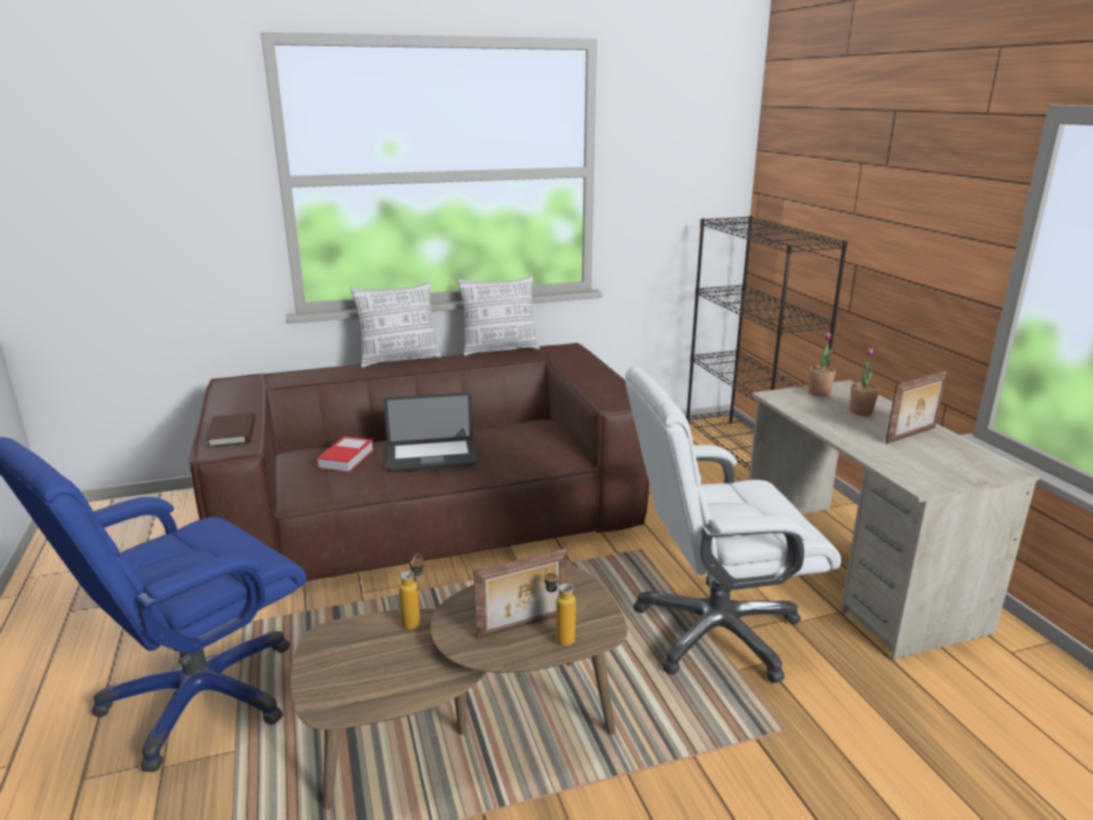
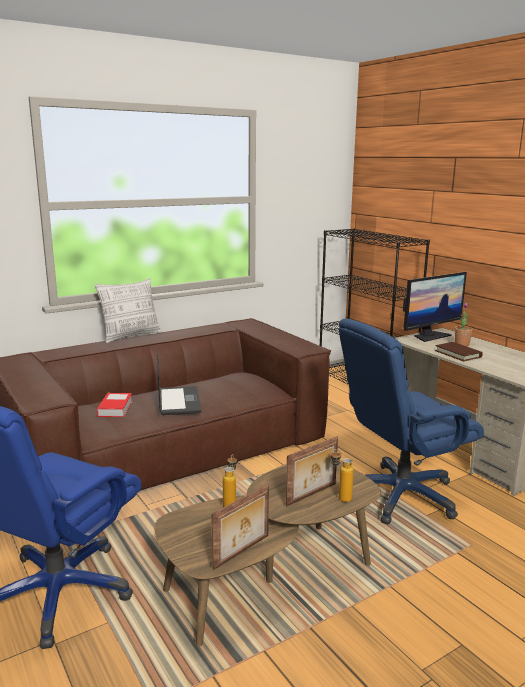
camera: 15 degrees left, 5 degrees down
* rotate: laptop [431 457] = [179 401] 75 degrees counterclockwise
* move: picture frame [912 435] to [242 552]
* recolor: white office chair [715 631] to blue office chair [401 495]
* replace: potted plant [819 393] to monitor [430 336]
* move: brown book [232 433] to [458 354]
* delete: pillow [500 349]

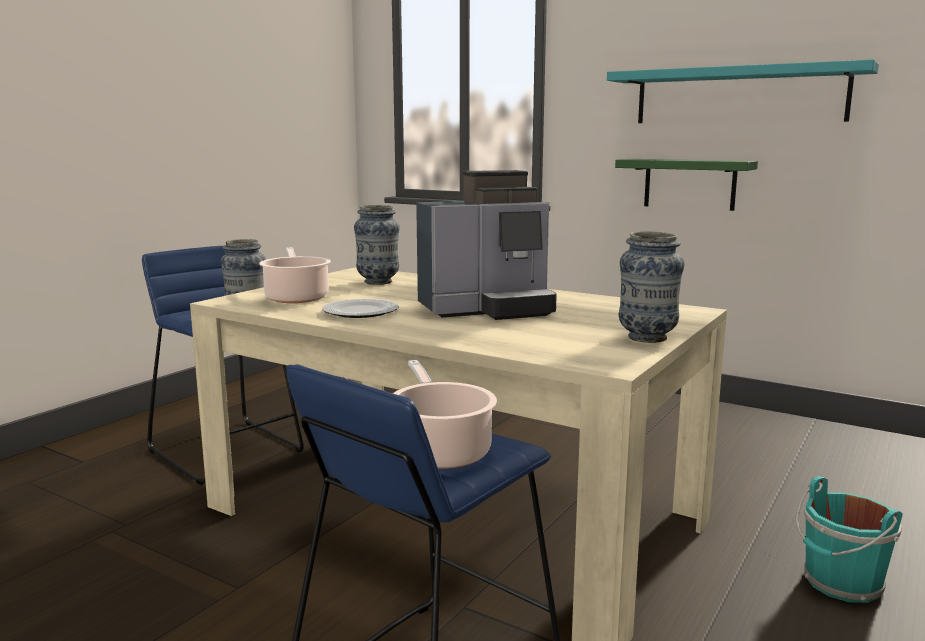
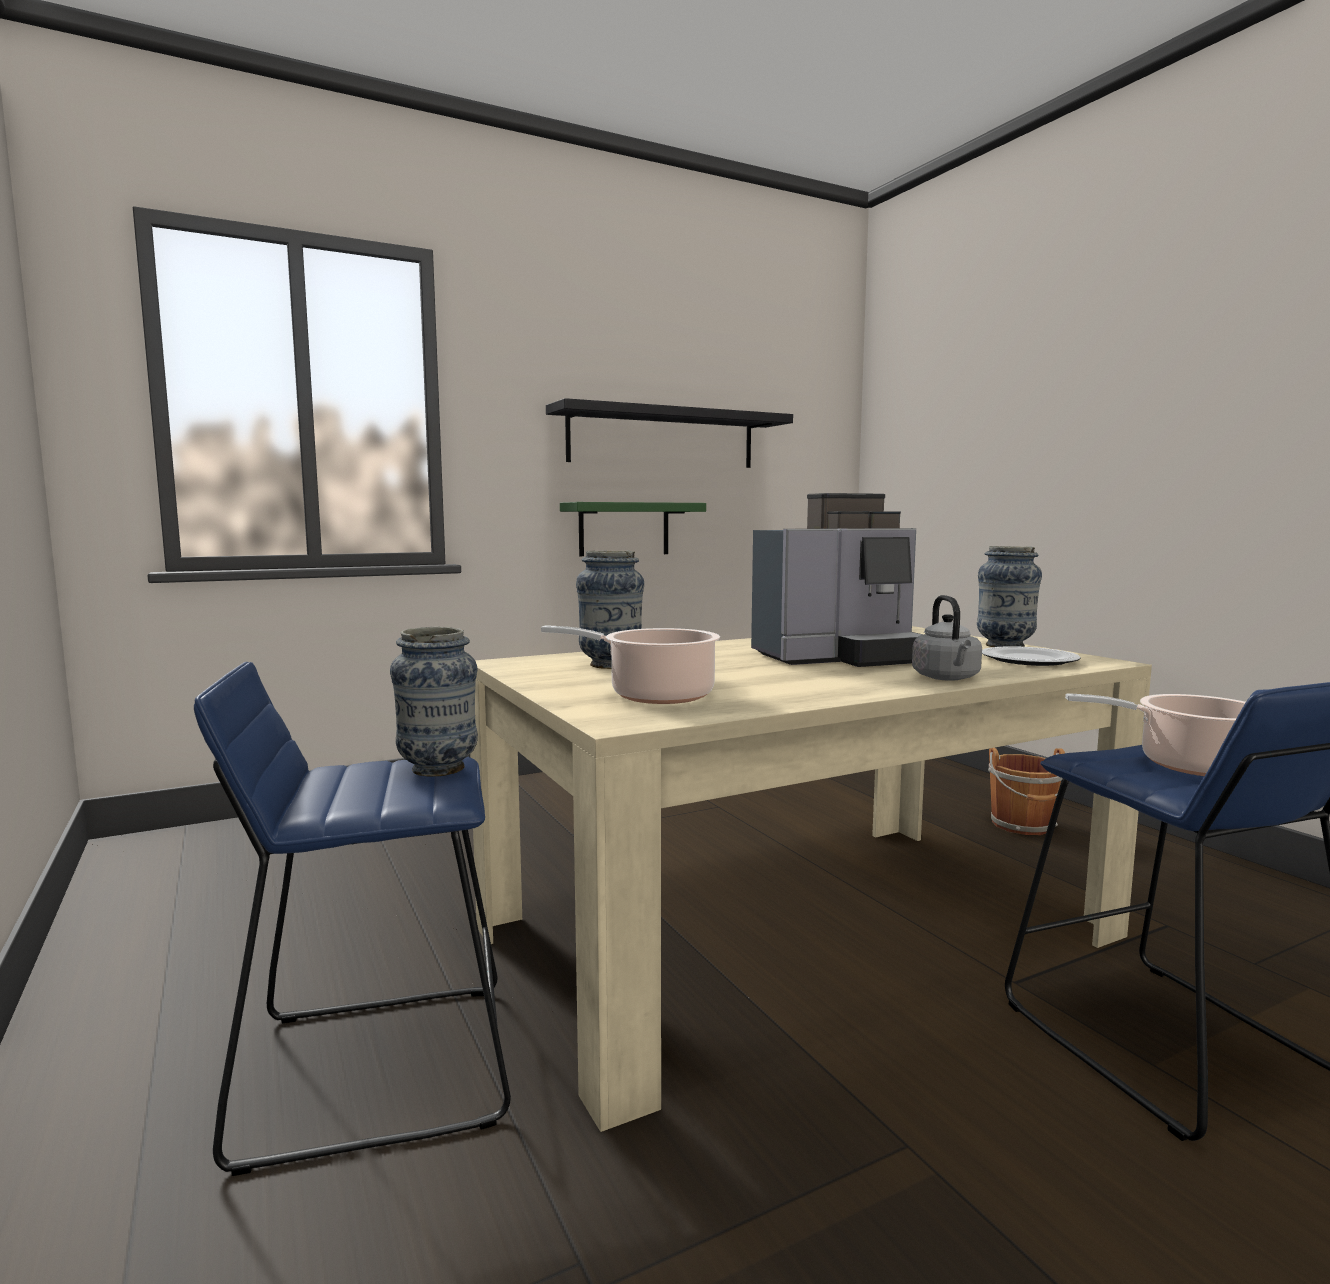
camera: 60 degrees left, 5 degrees down
* recolor: turquoise shelf [738 96] to black shelf [663 438]
* rotate: coffee machine [488 309] = [839 657] 60 degrees clockwise
* insert: grey kettle [947 678]
* move: plate [361 312] to [1029 660]
* recolor: turquoise bucket [841 584] to brown bucket [1023 825]

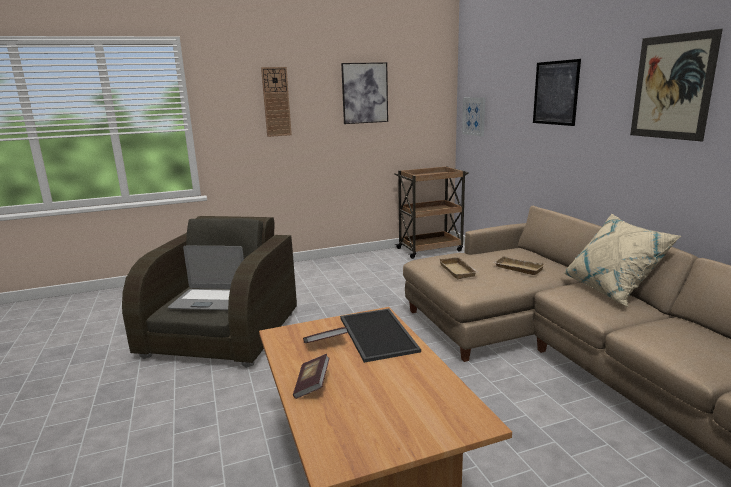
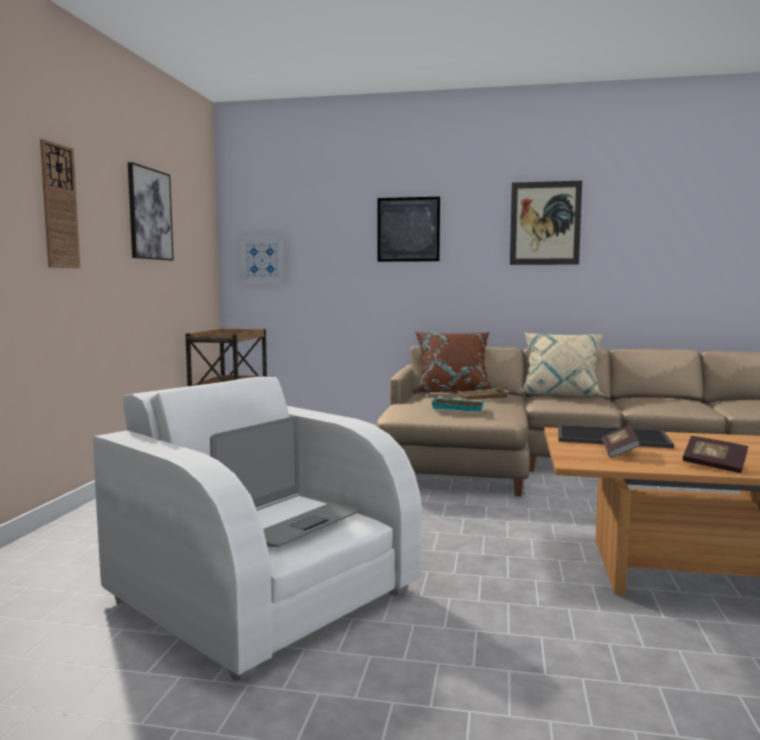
camera: 60 degrees left, 10 degrees down
* recolor: brown armchair [223 333] to white armchair [262 595]
* insert: brown pillow [453 391]
* recolor: beige tray [459 271] to turquoise tray [459 408]

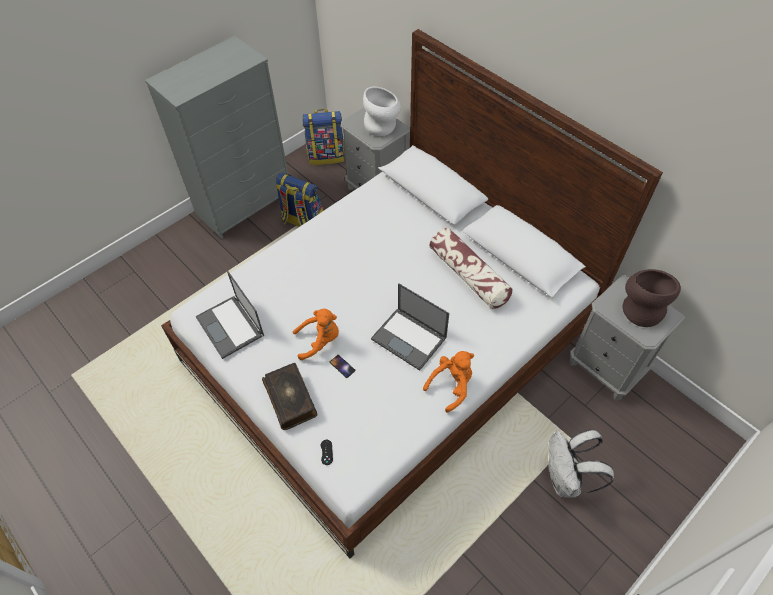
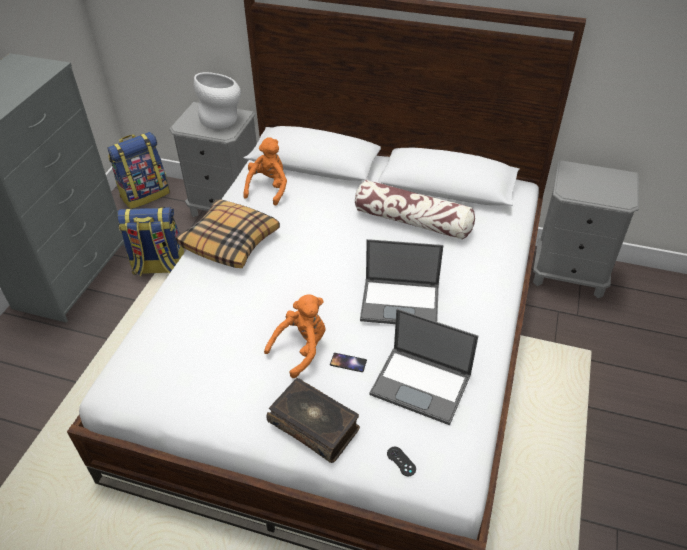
camera: 30 degrees left, 10 degrees down
* insert: pillow [230 241]
* move: orange plush toy [451 386] to [268 188]
* move: laptop [230 327] to [422 384]
* delete: white backpack [565 479]
* delete: brown vase [641 308]

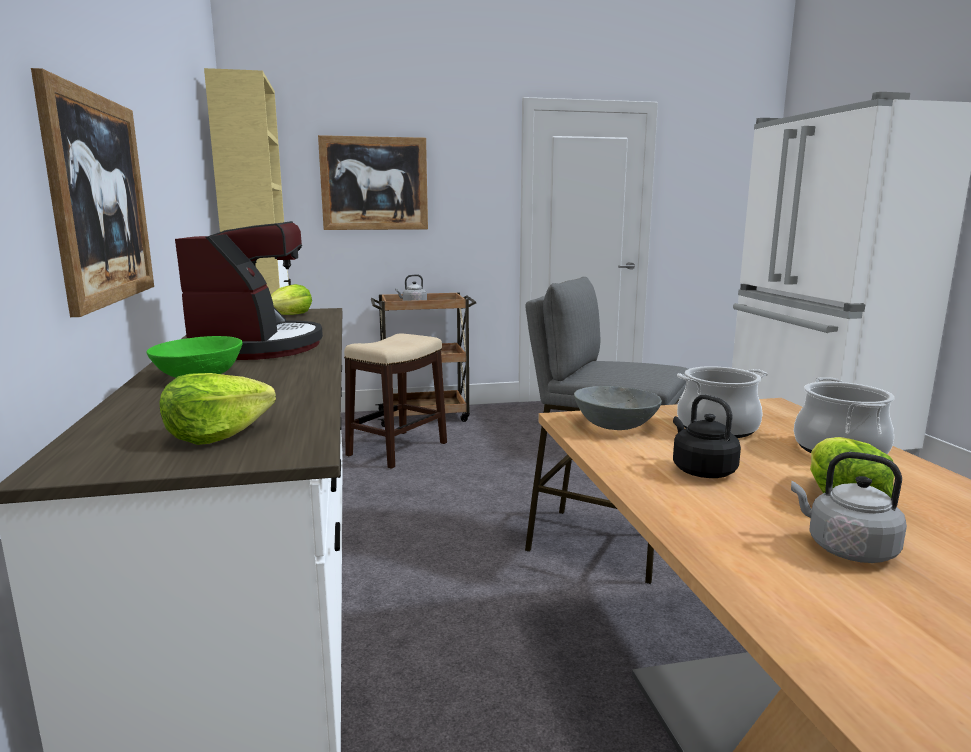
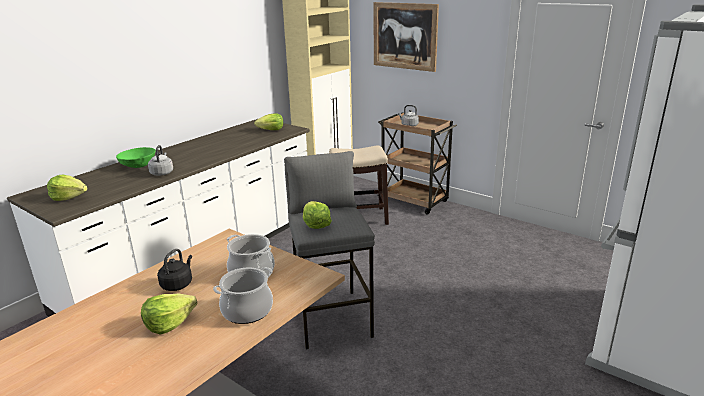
camera: 50 degrees right, 10 degrees up
* move: grey kettle [846 549] to [162 173]
* insert: lettuce [316 224]
* delete: picture [100 200]
* delete: coffee machine [256 347]
* delete: grey bowl [615 426]

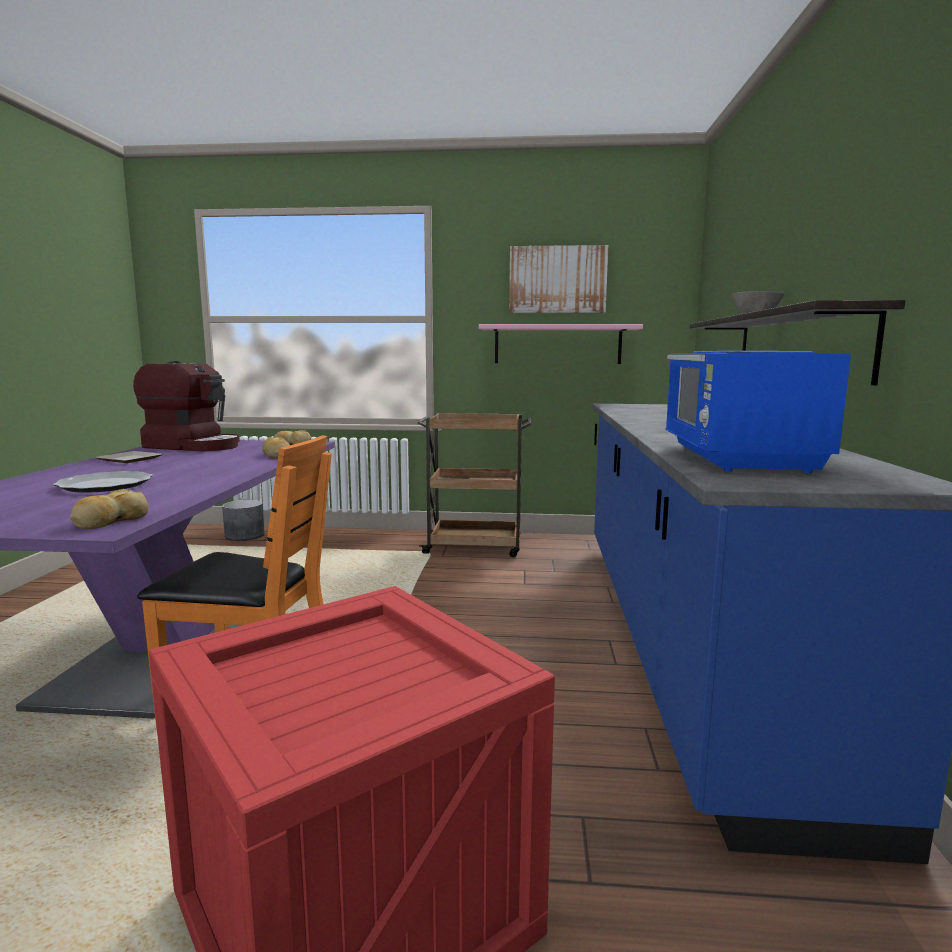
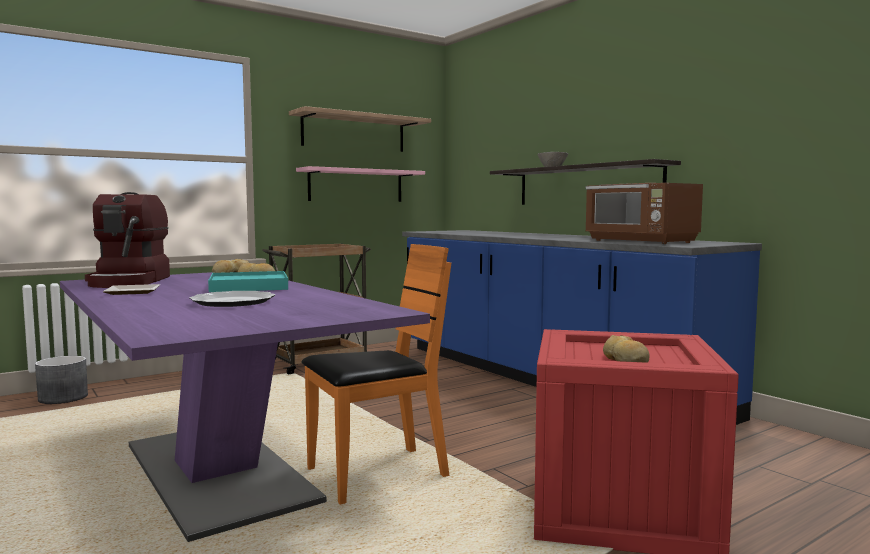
camera: 40 degrees left, 5 degrees down
* rotate: coffee machine [194 446] = [130 281] 105 degrees clockwise
* insert: turquoise tray [248 286]
* replace: picture [557 280] to shelf [354 133]
* recolor: blue microwave [737 458] to brown microwave [641 241]
* move: bread [110 521] to [625 360]

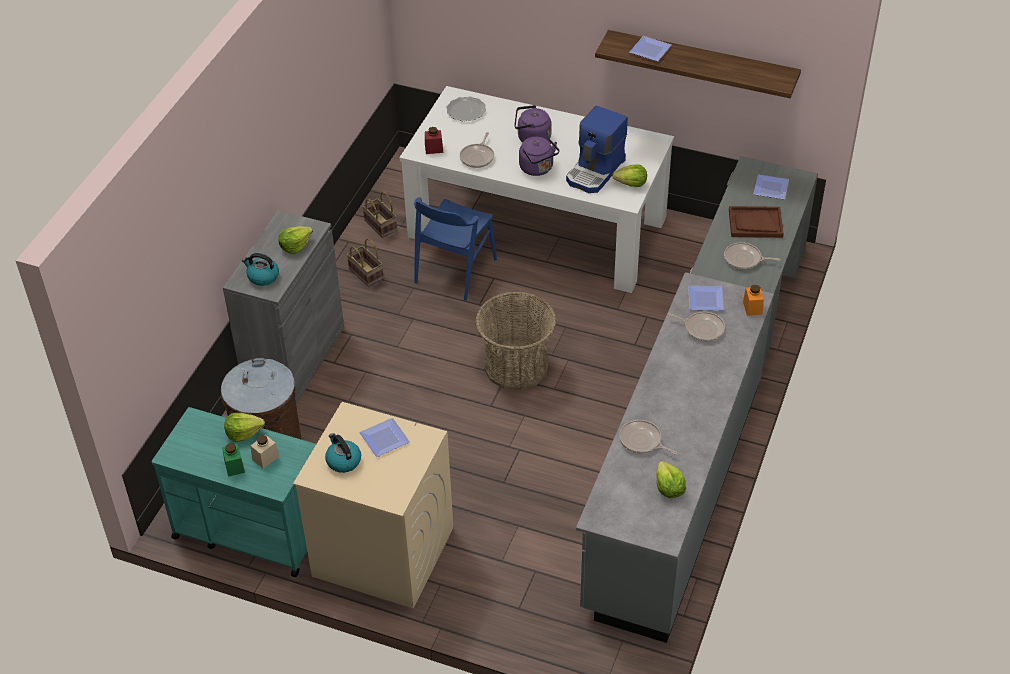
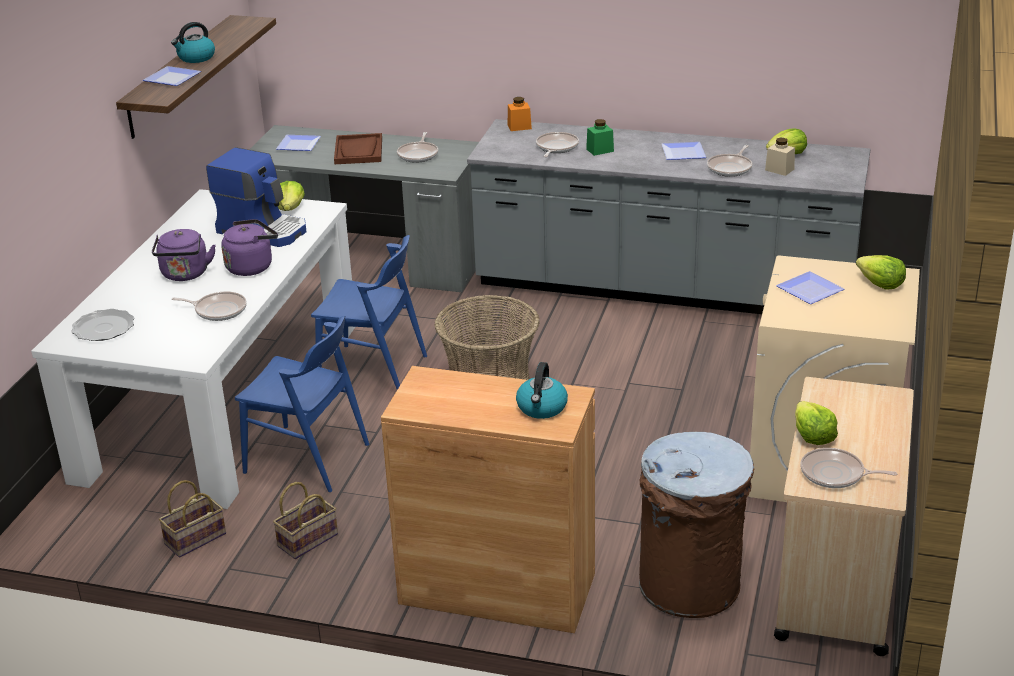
camera: 95 degrees left, 15 degrees down
* move: kettle [343 461] to [196 58]
* insert: blue chair [373 370]
* recolor: grey cabinet [294 358] to brown cabinet [497 588]
* move: green jar [234 466] to [600 150]
* move: plate [704 300] to [685 154]
* move: beige jar [265 458] to [779 169]
* recolor: turquoise cart [249 530] to beige cart [837 582]
* insert: frying pan [835 474]
* move: lettuce [295 246] to [880 284]
* delete: red jar [434 149]

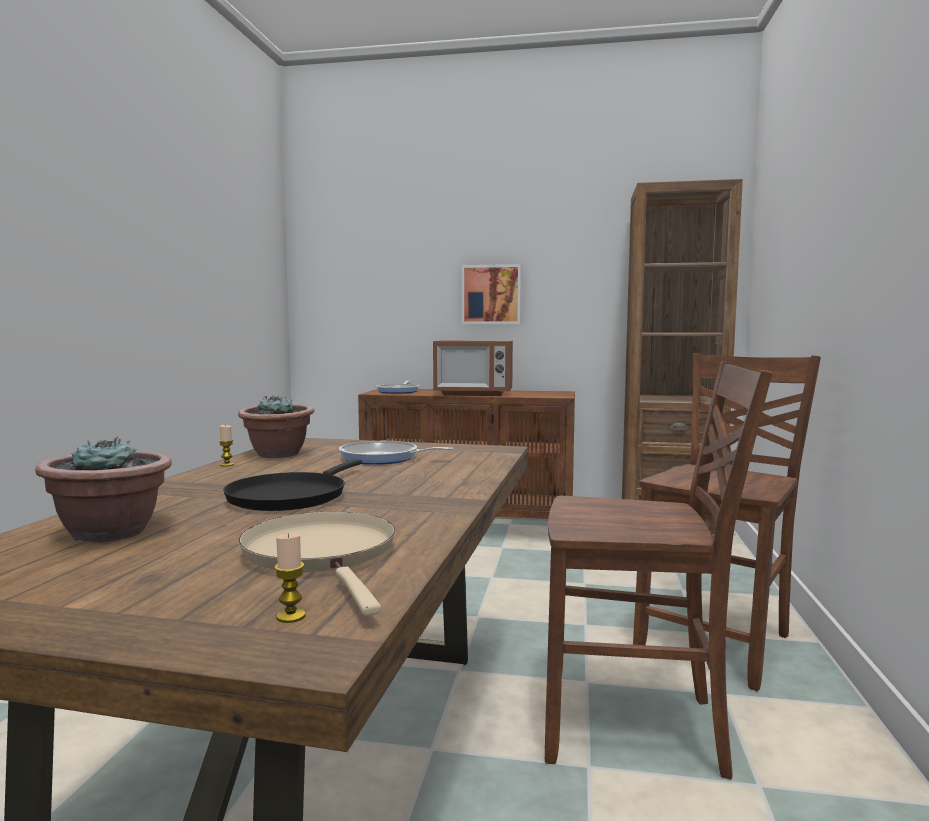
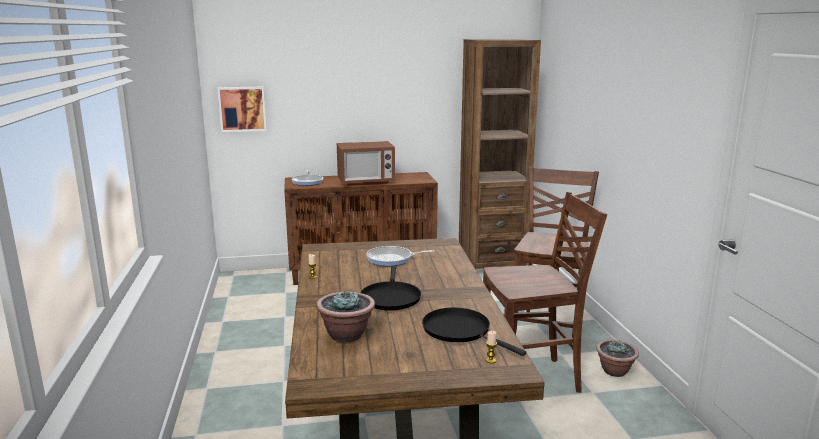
camera: 20 degrees left, 10 degrees up
* move: picture [491 294] to [242 109]
* recolor: beige frying pan [323 554] to black frying pan [460 331]
* move: potted plant [278 454] to [615 371]

